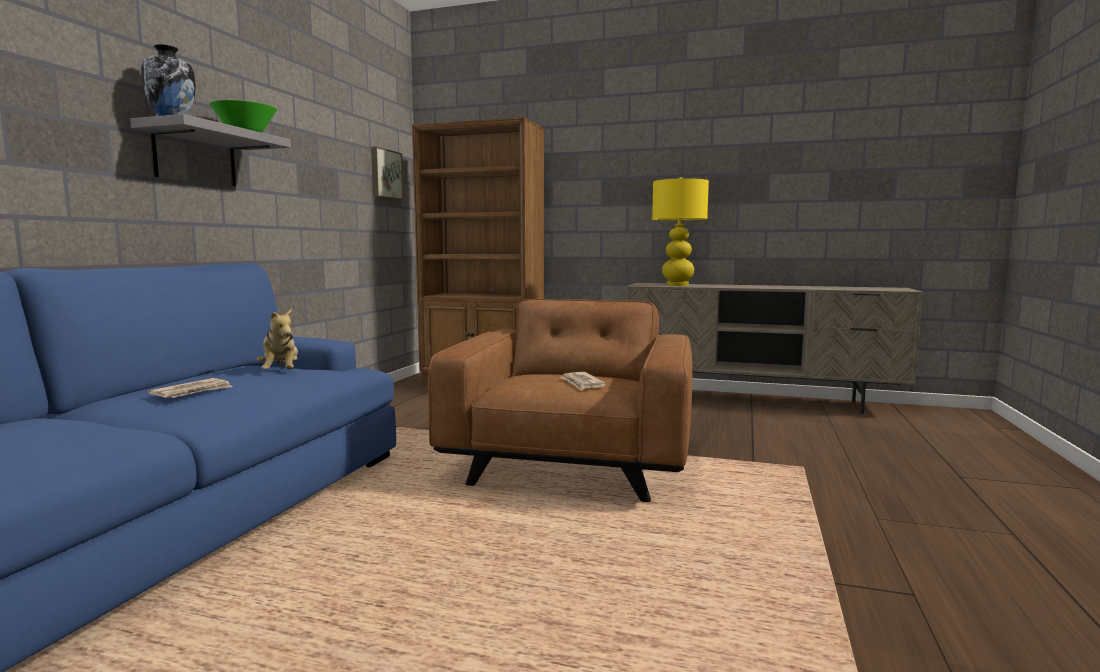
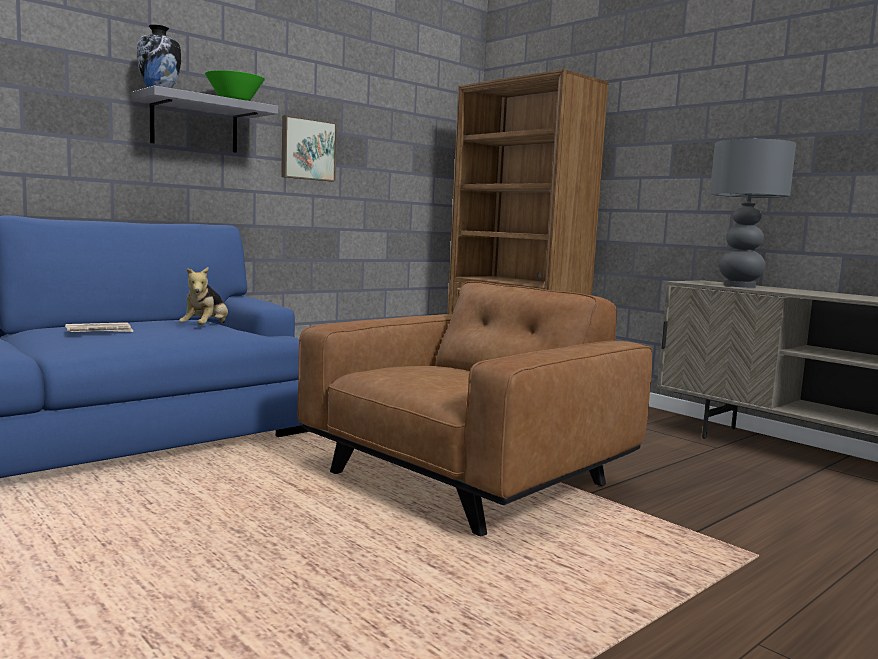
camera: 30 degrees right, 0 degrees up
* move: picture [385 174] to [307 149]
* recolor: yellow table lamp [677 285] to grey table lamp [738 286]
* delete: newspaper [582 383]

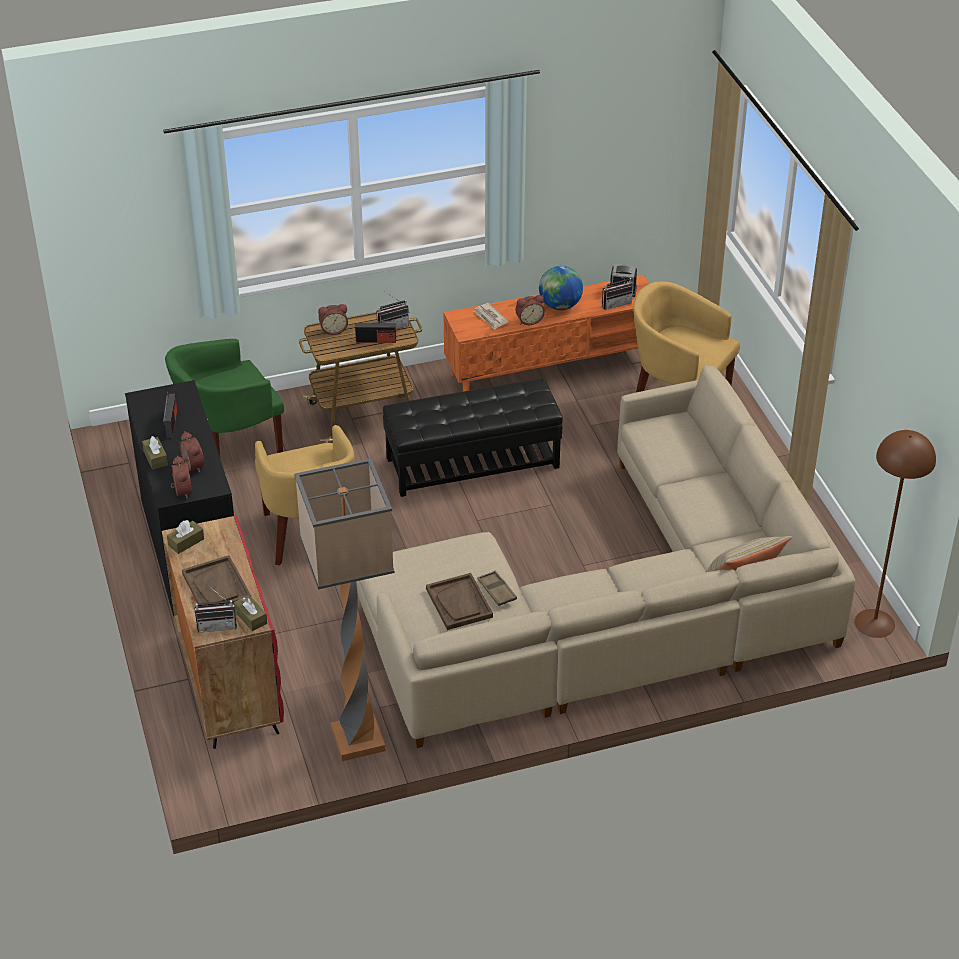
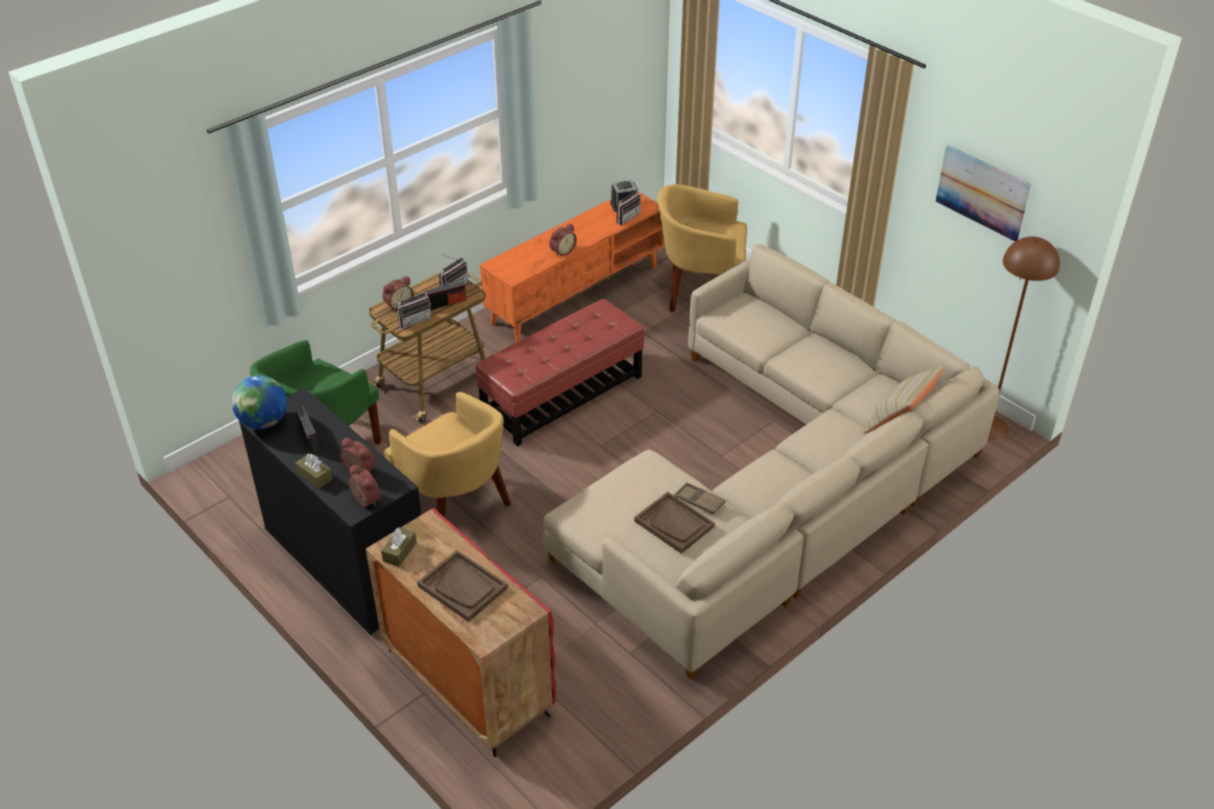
camera: 25 degrees left, 0 degrees up
* move: globe [560 306] to [264 422]
* move: radio [217 625] to [414 320]
* recolor: black ottoman [472 462] to red ottoman [562 395]
* insert: picture [982 192]
* delete: brown tissue box [251 618]
* delete: floor lamp [357 741]
* delete: newspaper [490 318]

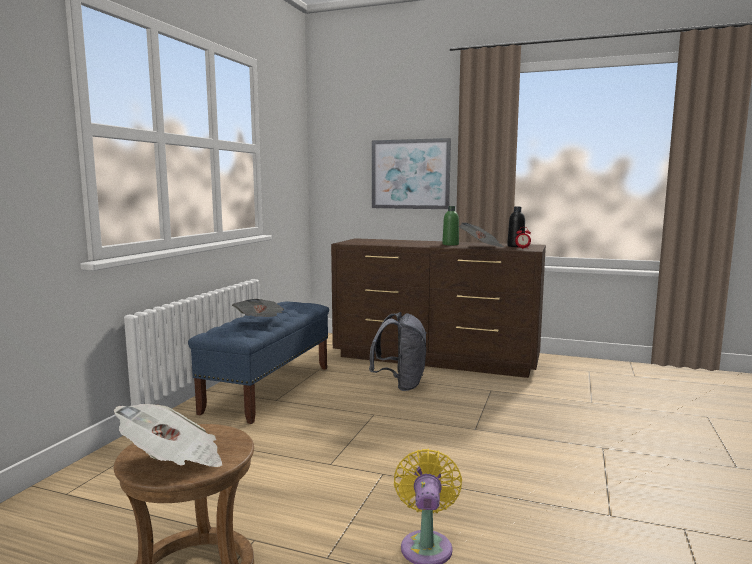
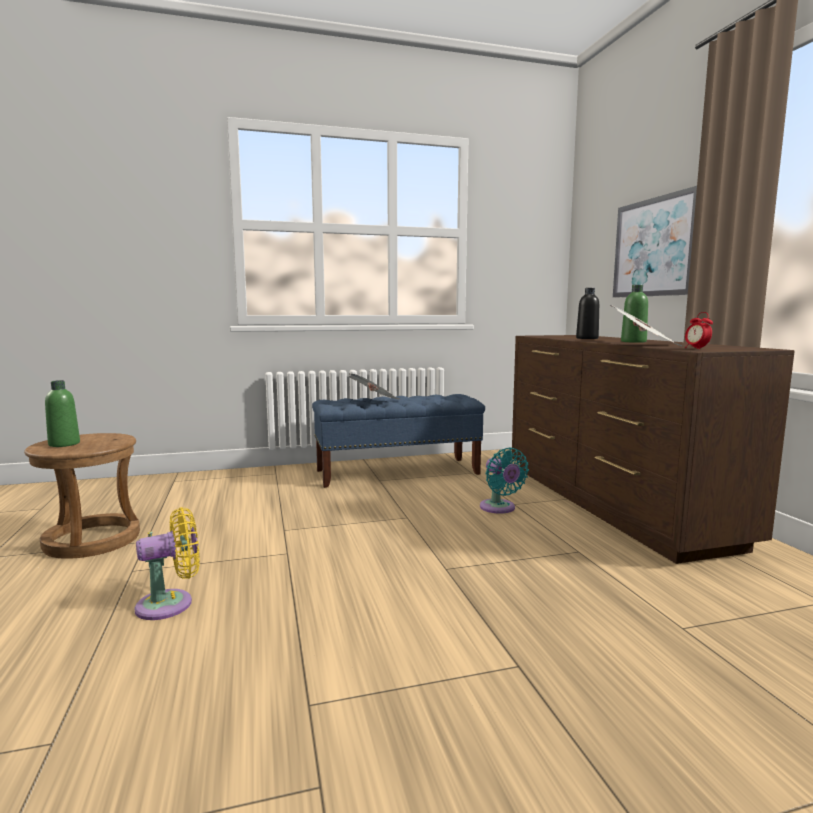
camera: 55 degrees right, 0 degrees up
* replace: newspaper [174 461] to green bottle [64 444]
* replace: grey backpack [400 385] to turquoise fan [499 508]
* move: black bottle [515 246] to [587 338]

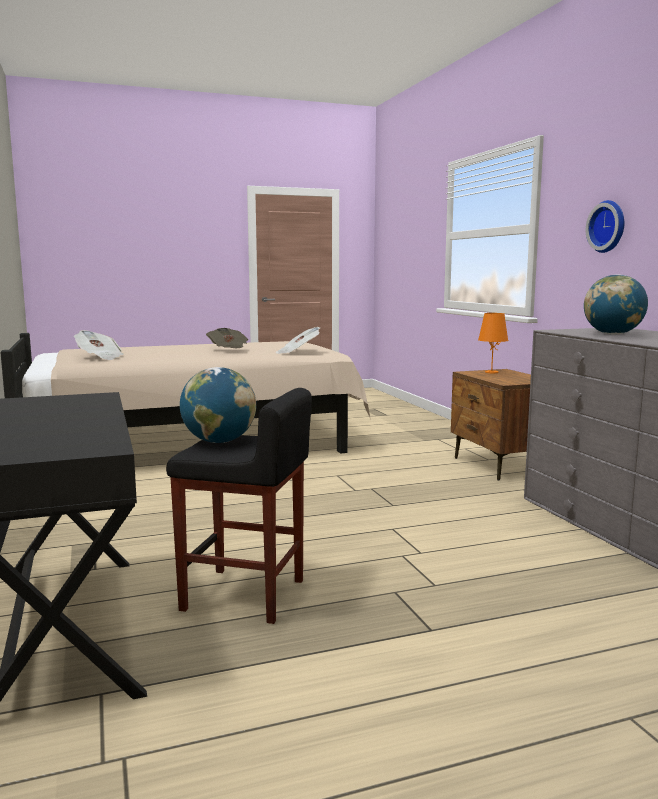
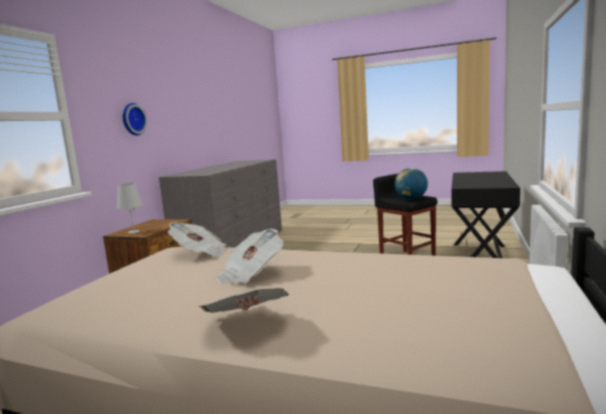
camera: 140 degrees left, 0 degrees up
* recolor: orange table lamp [491 372] to white table lamp [134 232]
* move: newspaper [99 358] to [247 324]
* delete: globe [613 334]

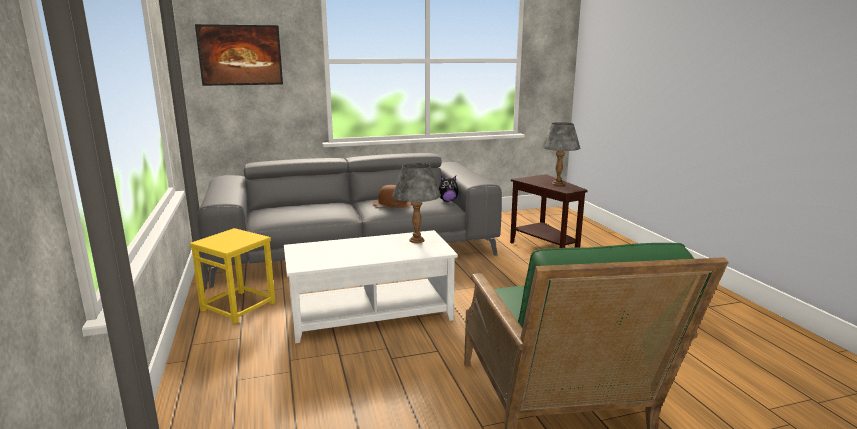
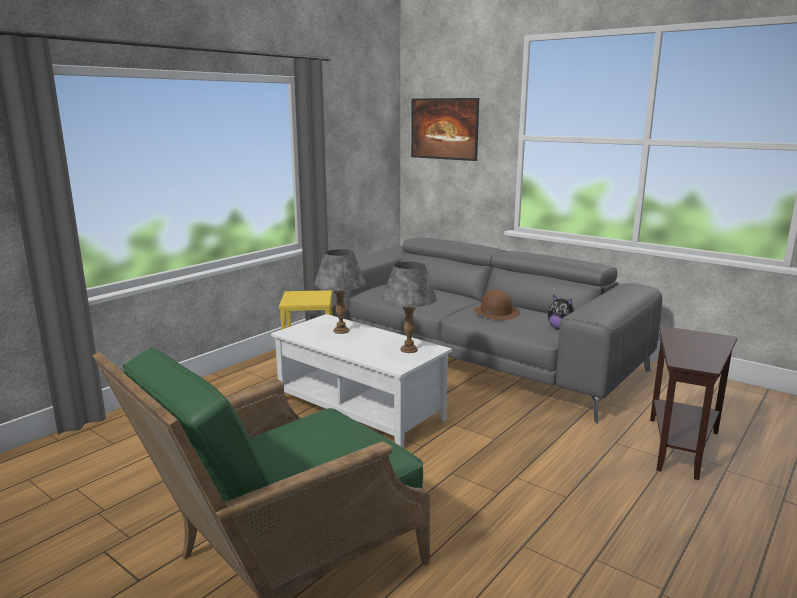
camera: 55 degrees right, 0 degrees up
* move: grey table lamp [558 184] to [341 331]

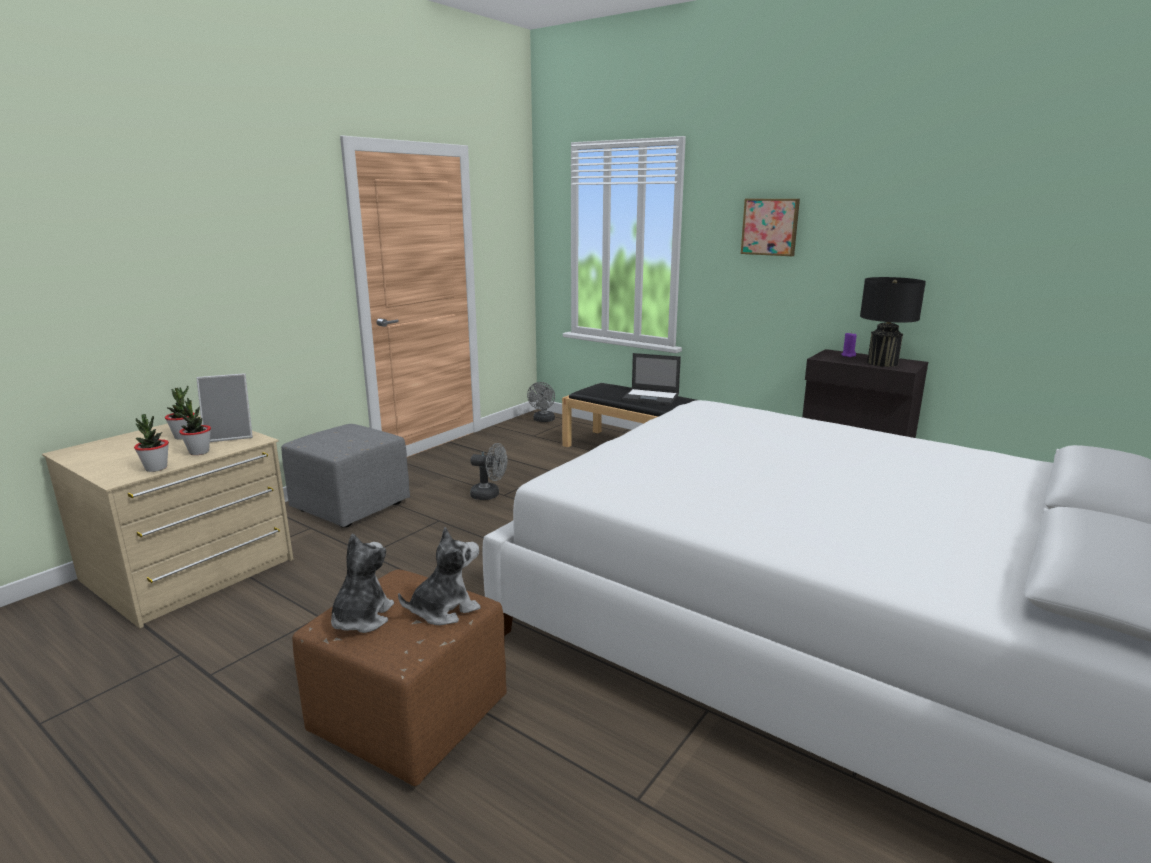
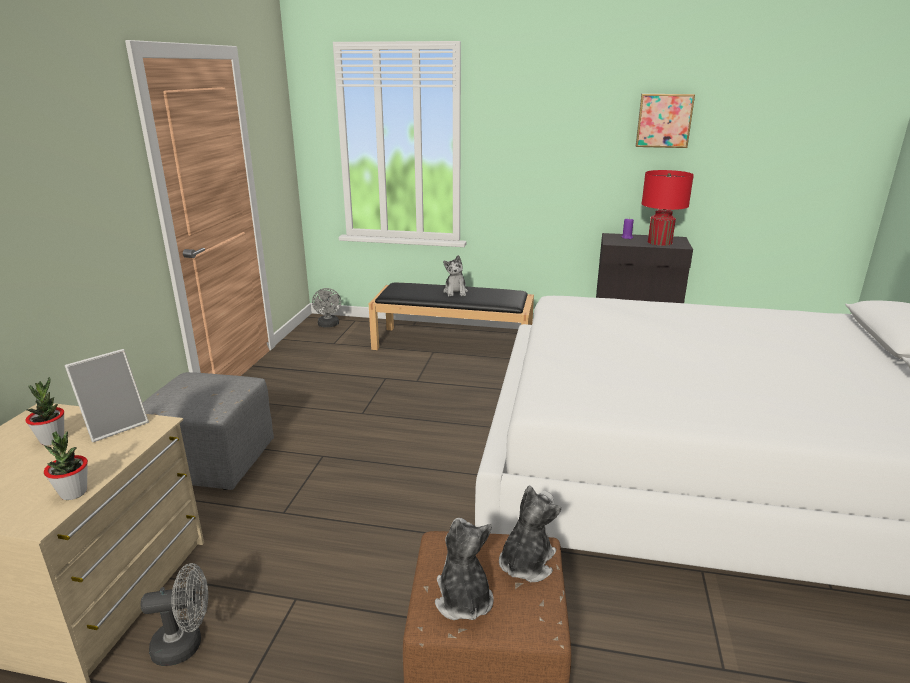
camera: 25 degrees left, 5 degrees up
* move: grey fan [489 495] to [185 644]
* replace: laptop [651 397] to plush toy [455 292]
* move: picture [770 227] to [664 120]
* recolor: black table lamp [882 363] to red table lamp [660 242]
* delete: potted plant [199 452]

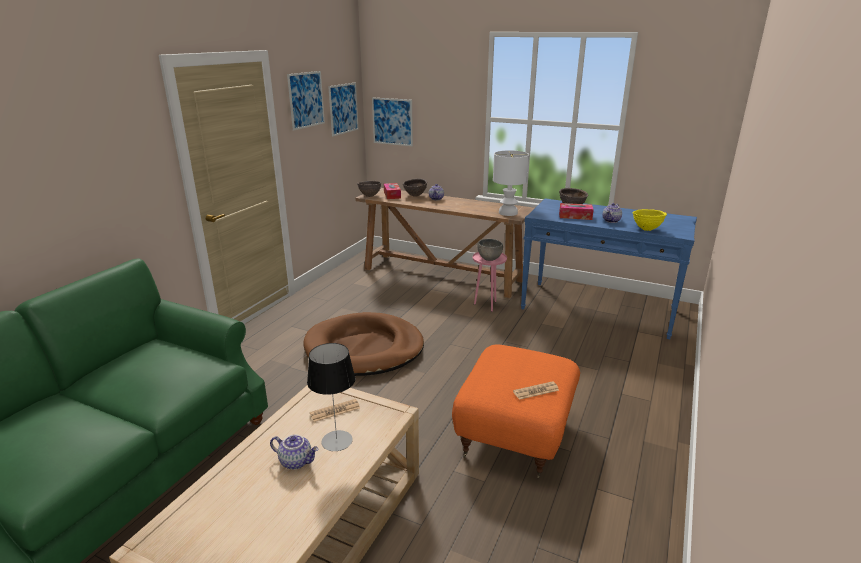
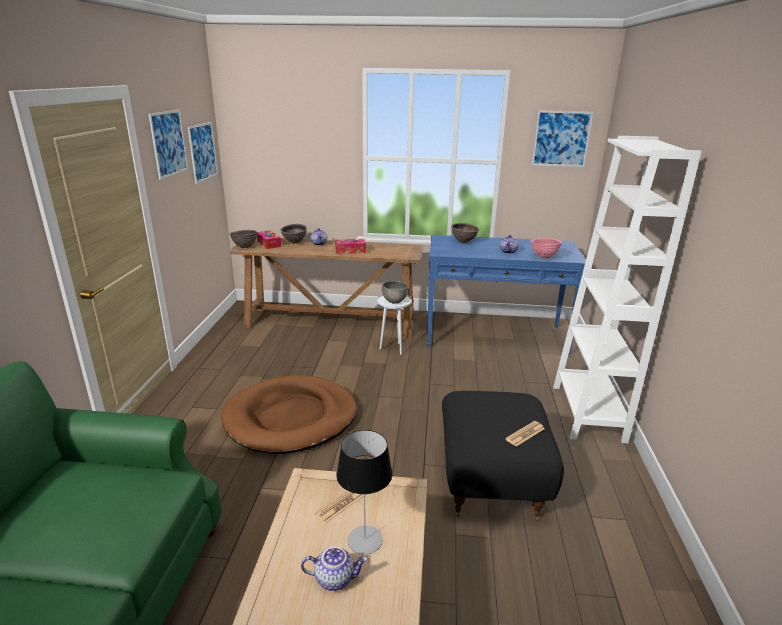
camera: 20 degrees left, 0 degrees up
* move: tissue box [575 216] to [350 251]
* recolor: pink side table [487 305] to white side table [393 349]
* recolor: orange ottoman [516 435] to black ottoman [493 480]
* recolor: yellow bowl [646 229] to pink bowl [544 257]
* move: picture [392 121] to [561 139]
* insert: white bookcase [587 413]
* delete: white table lamp [507 213]

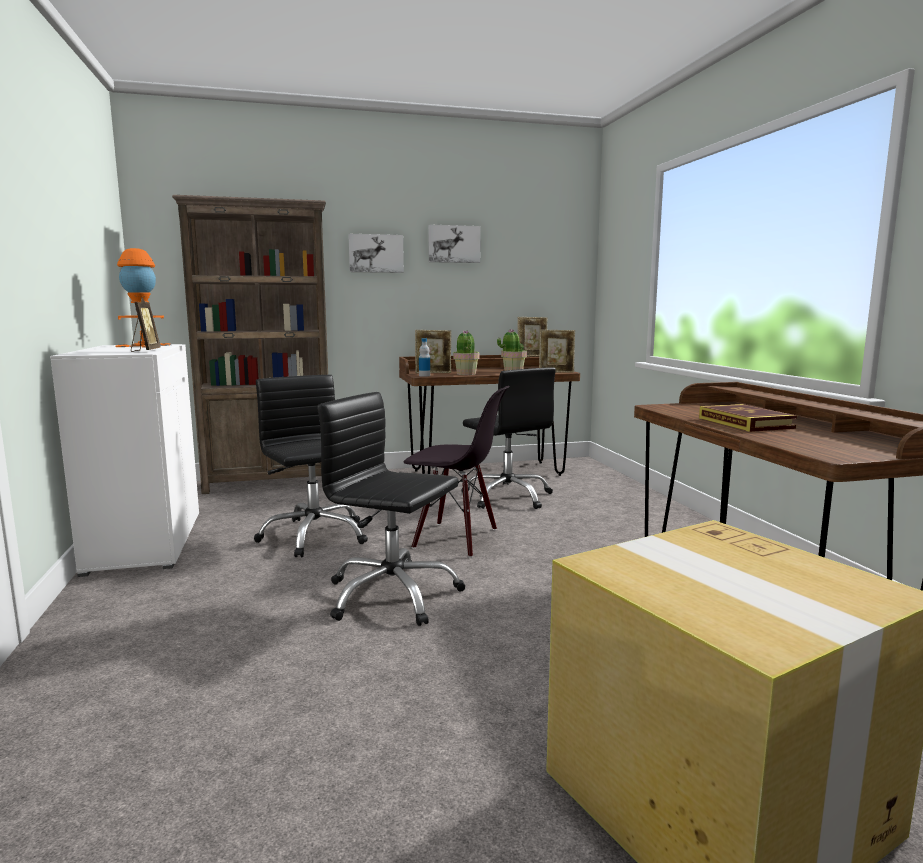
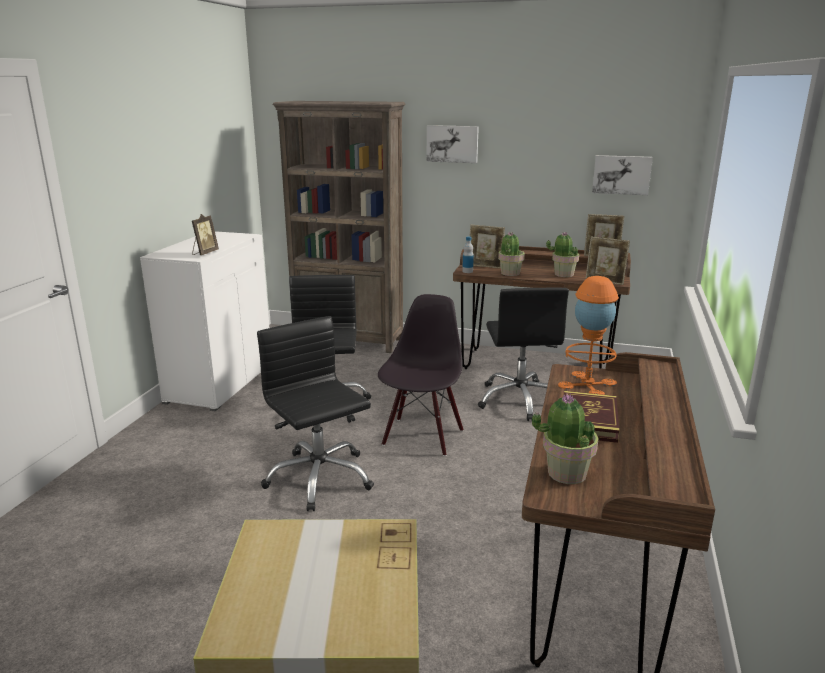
camera: 30 degrees right, 10 degrees up
* rotate: black chair [455 539] = [422 436] 120 degrees counterclockwise
* insert: potted plant [566 473]
* move: orange table lamp [144 346] to [587 384]
* move: picture [454 244] to [621 174]

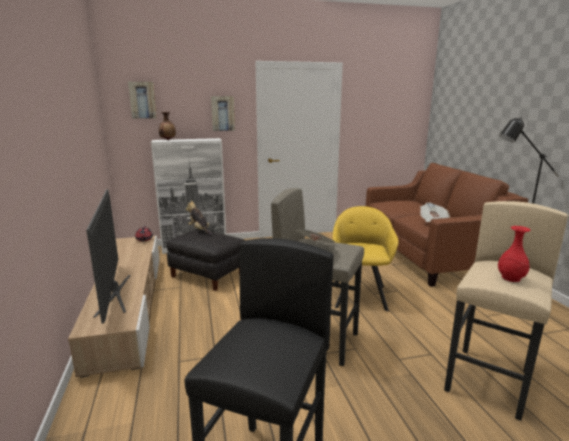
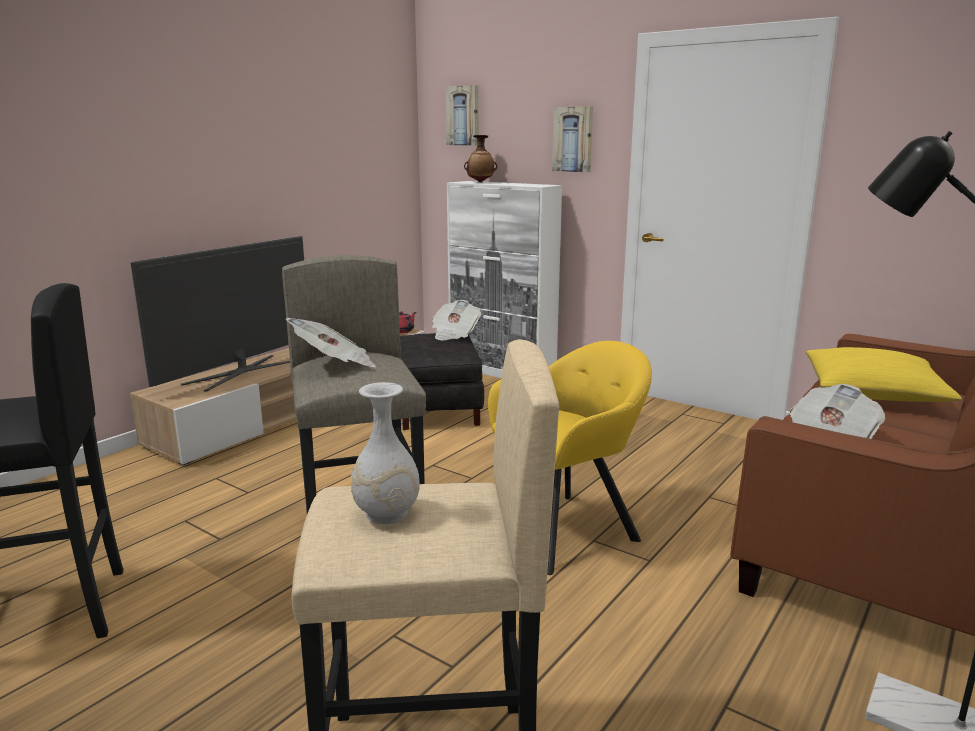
camera: 50 degrees right, 0 degrees up
* recolor: red vase [510 278] to white vase [386 513]
* replace: plush toy [199 230] to newspaper [454 334]
* insert: yellow pillow [873 393]

